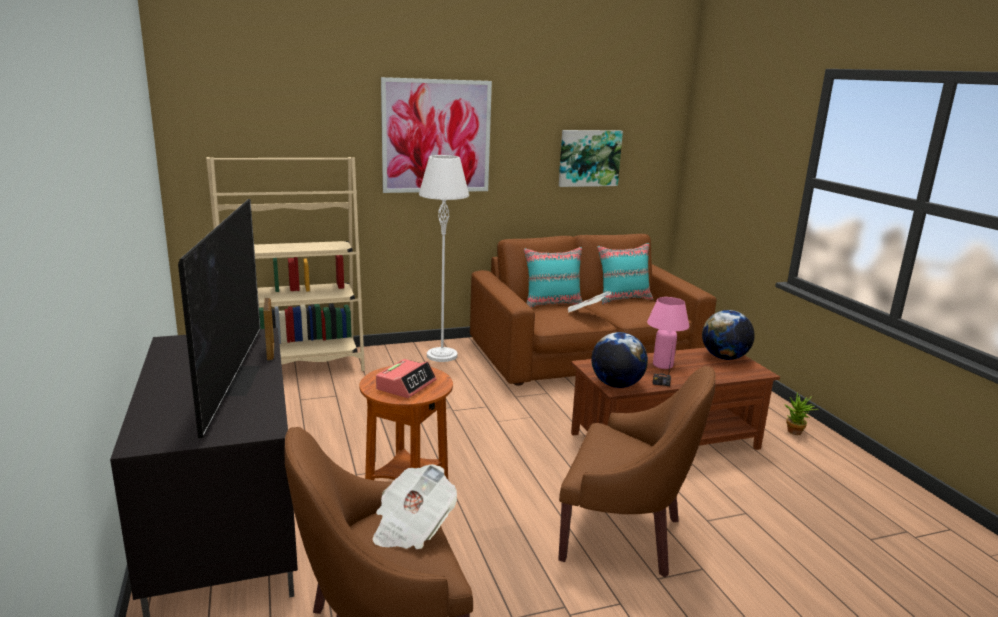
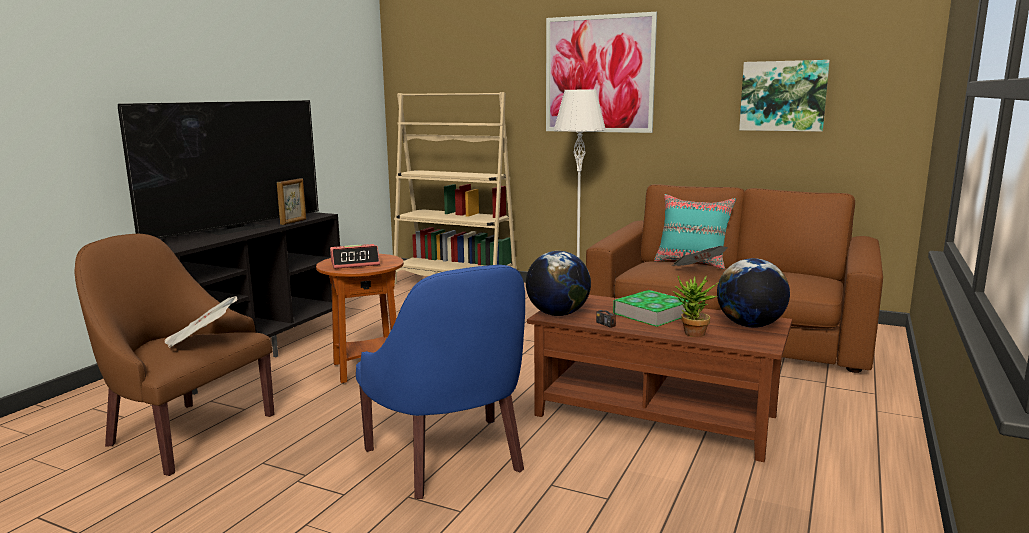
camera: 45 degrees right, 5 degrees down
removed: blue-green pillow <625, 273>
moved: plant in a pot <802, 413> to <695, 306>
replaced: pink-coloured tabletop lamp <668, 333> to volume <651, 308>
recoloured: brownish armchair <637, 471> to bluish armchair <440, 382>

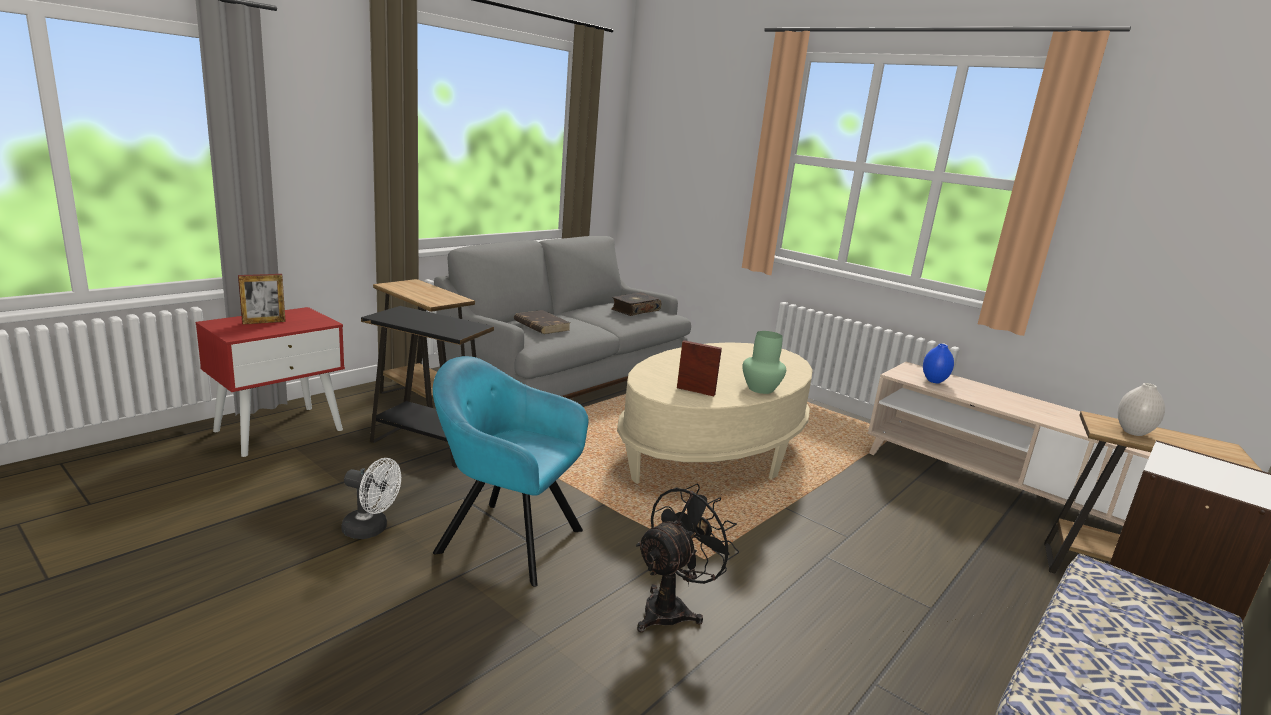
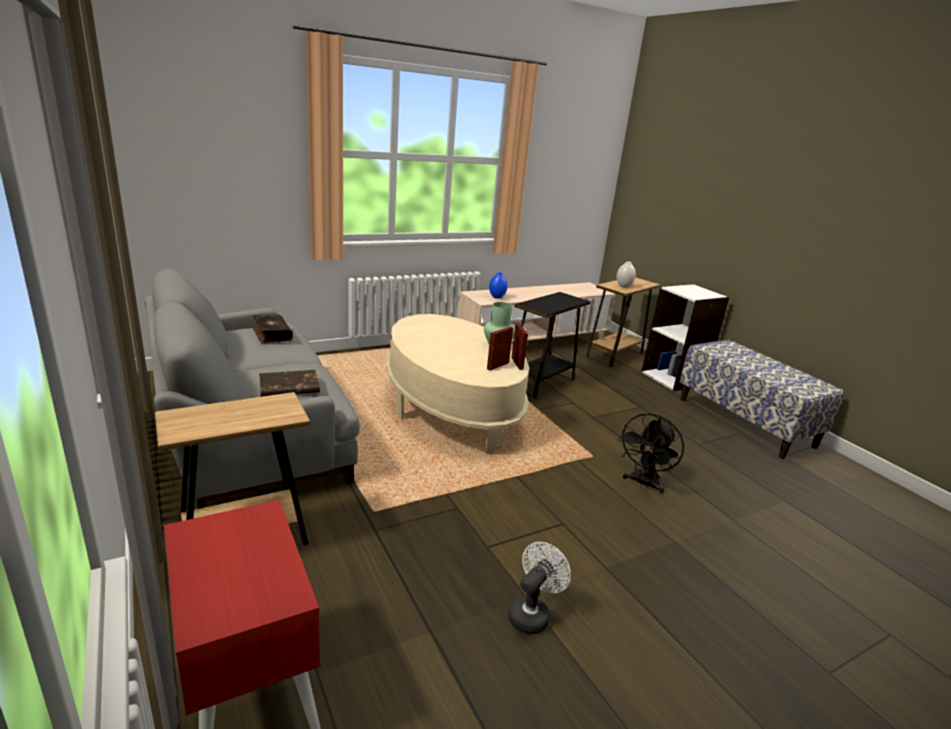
camera: 70 degrees left, 5 degrees up
removed: blue-green armchair <510, 471>
moved: photo frame <262, 299> to <519, 346>; blackish accent table <427, 387> to <553, 345>
turned: blackish electric fan <687, 558> = <651, 453> 120 degrees counterclockwise

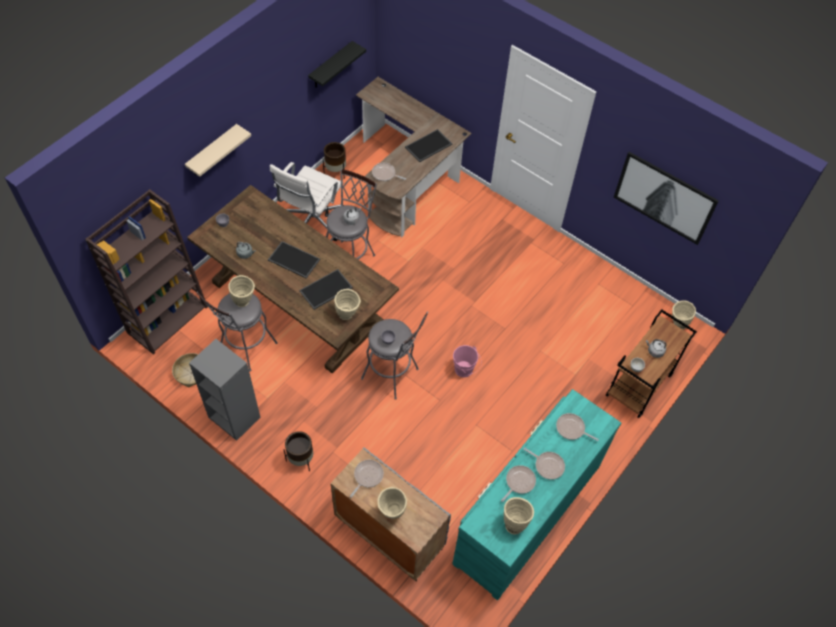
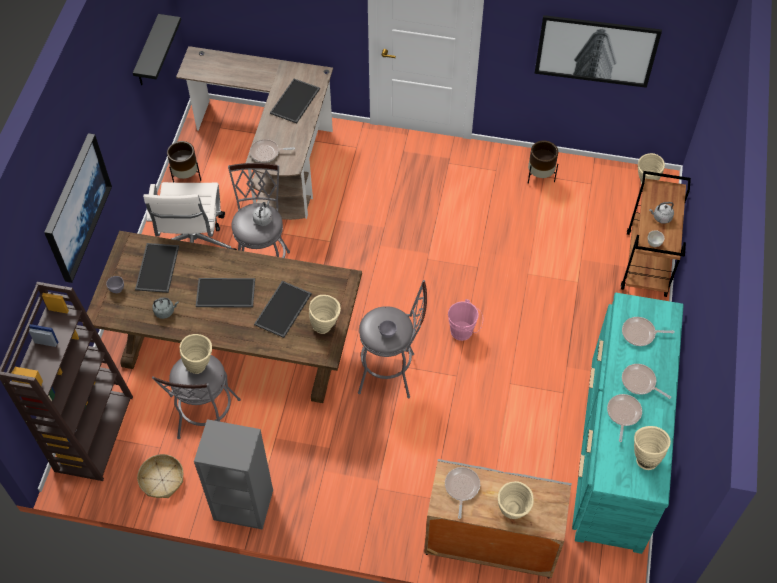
camera: 25 degrees left, 0 degrees up
added: tray <157, 268>
moved: brownish plant pot <298, 451> to <543, 162>
replaced: sand-coloured wall shelf <218, 150> to wall picture <78, 208>
turned: skillet <544, 464> = <646, 381> 150 degrees counterclockwise

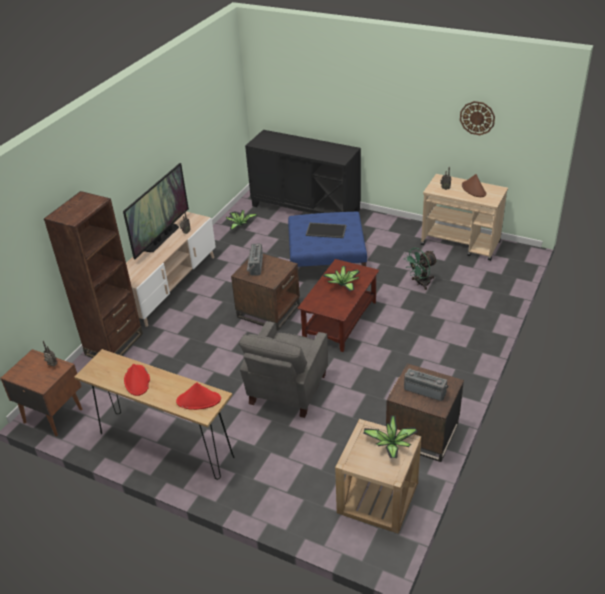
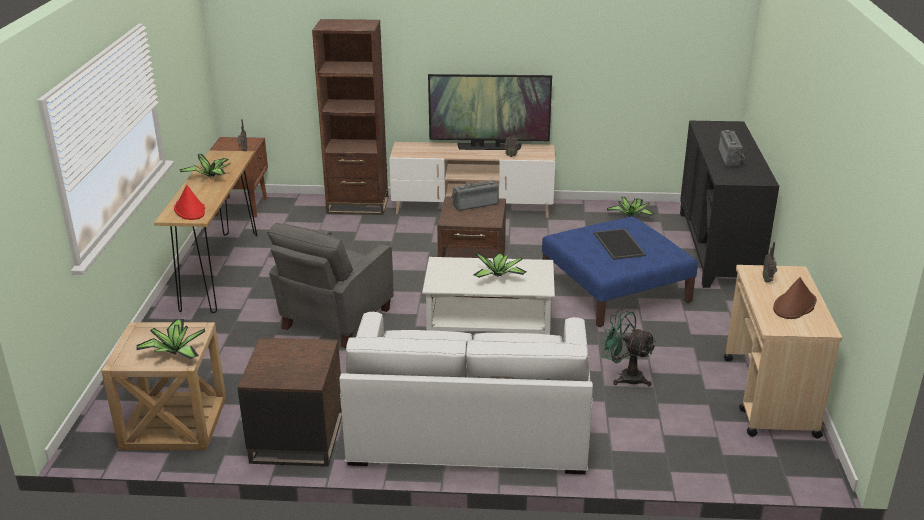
camera: 65 degrees right, 10 degrees down
removed: clock on the wall <477, 118>
added: white-coloured settee <466, 393>
moved: radio receiver <426, 385> to <732, 148>
replaced: red clothing hat <137, 380> to plant in a pot <205, 165>
recoloured: brownish low table <338, 305> to white-coloured low table <488, 296>
turned: greyish armchair <283, 369> = <330, 285> 60 degrees counterclockwise

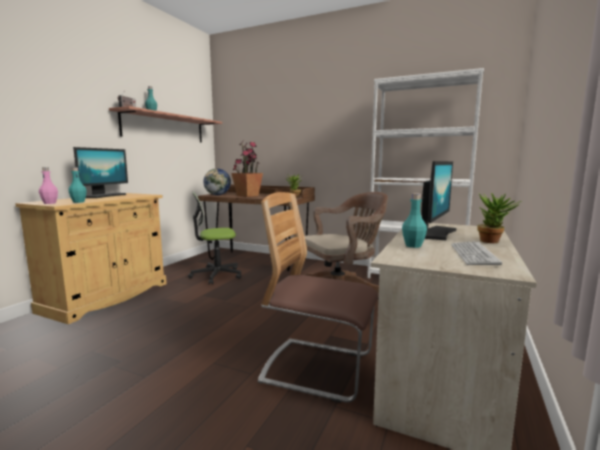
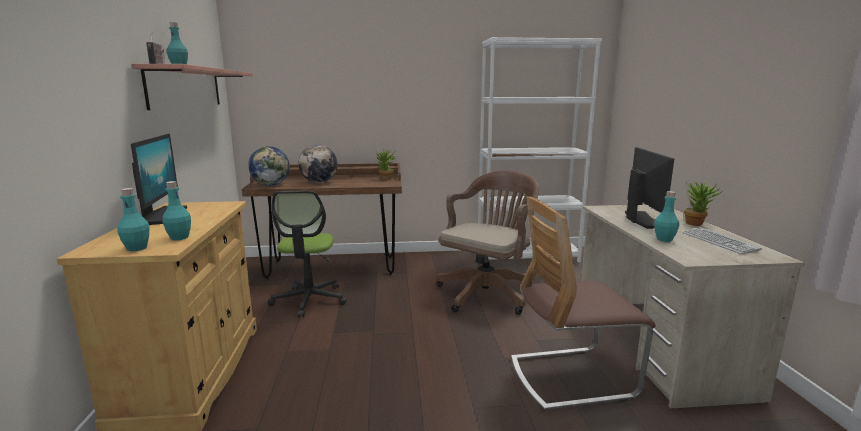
camera: 30 degrees left, 5 degrees up
replaced: plant in a pot <247, 168> to desk globe <318, 164>
recoloured: pink-coloured beverage bottle <48, 185> to blue-green beverage bottle <133, 219>
turned: computer chair <214, 238> = <307, 254> 45 degrees counterclockwise

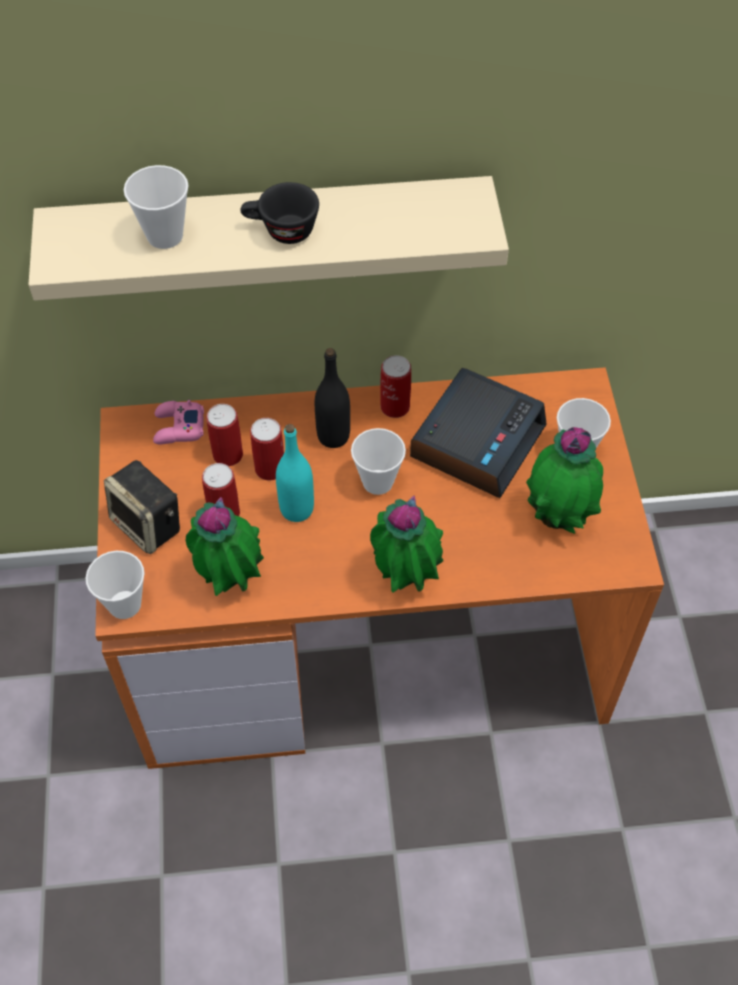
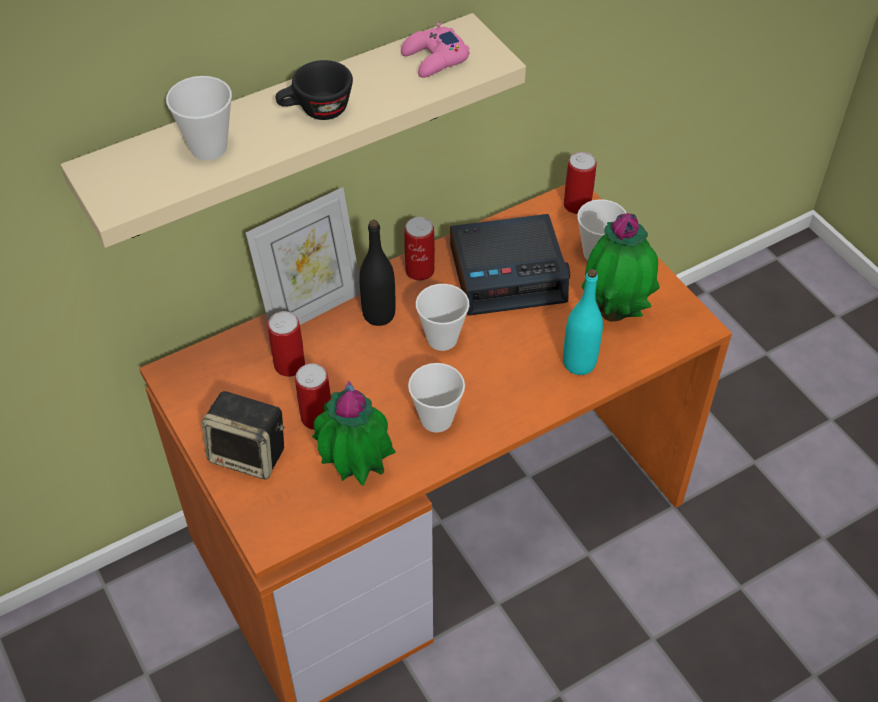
camera: 25 degrees left, 5 degrees down
removed: plant in a pot <406, 544>
added: photo frame <303, 256>
moved: small cup <115, 585> to <436, 398>; pink-coloured game controller <178, 422> to <435, 50>; metal can <267, 449> to <580, 183>; blue-green beverage bottle <295, 473> to <583, 322>
turned: bedside clock <478, 433> = <510, 264> 75 degrees clockwise

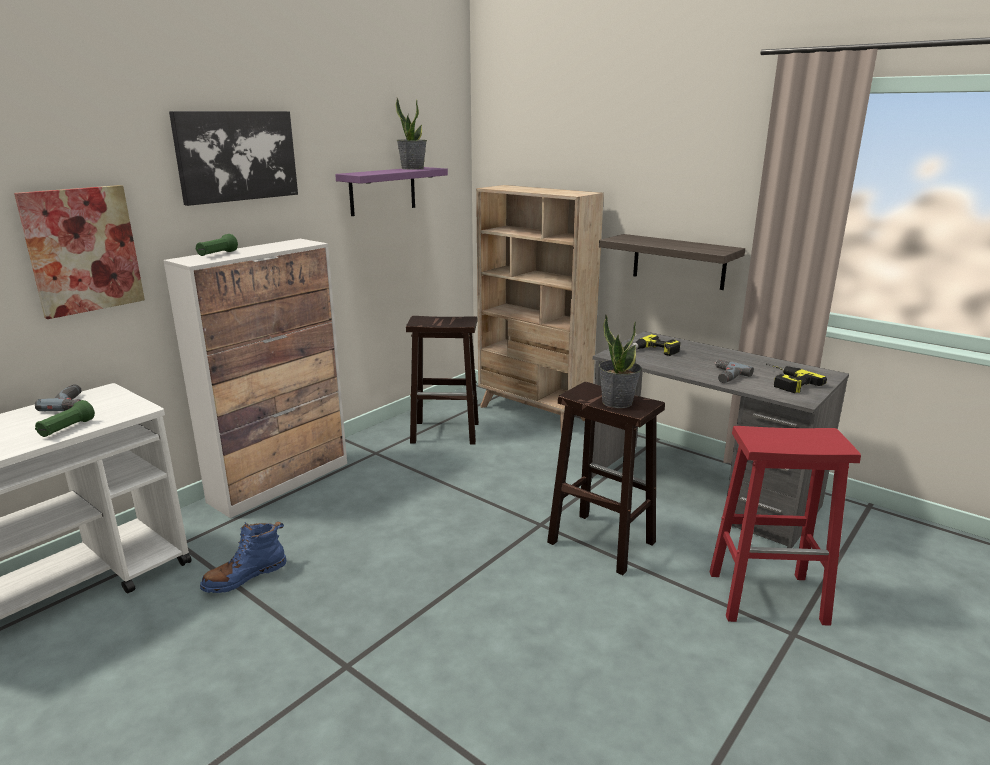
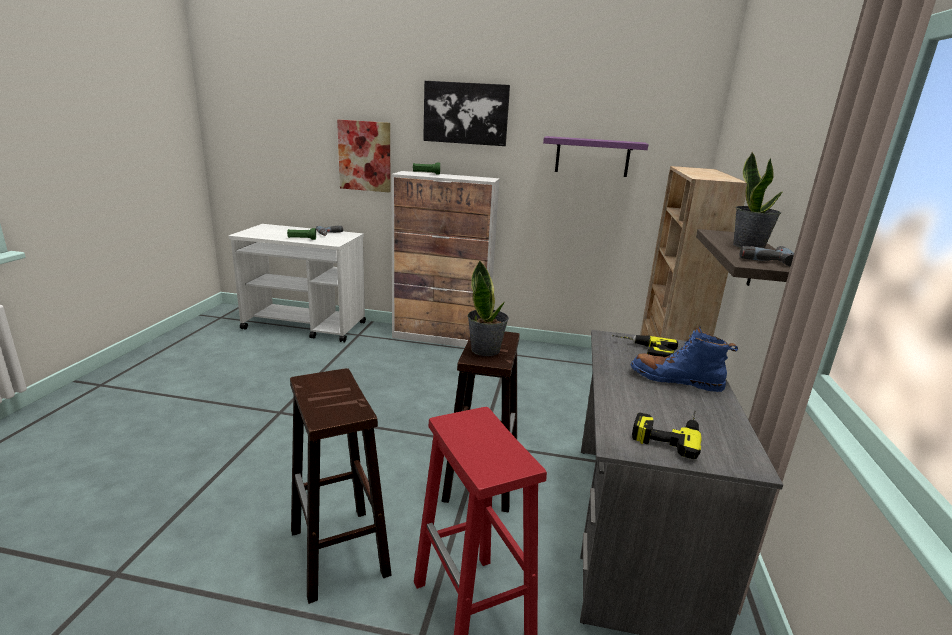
camera: 60 degrees right, 0 degrees up
moved: bluish tall boot <243, 557> to <684, 359>; plant in a pot <411, 134> to <757, 200>; brownish sitting stool <442, 380> to <341, 486>; power drill <734, 371> to <767, 256>

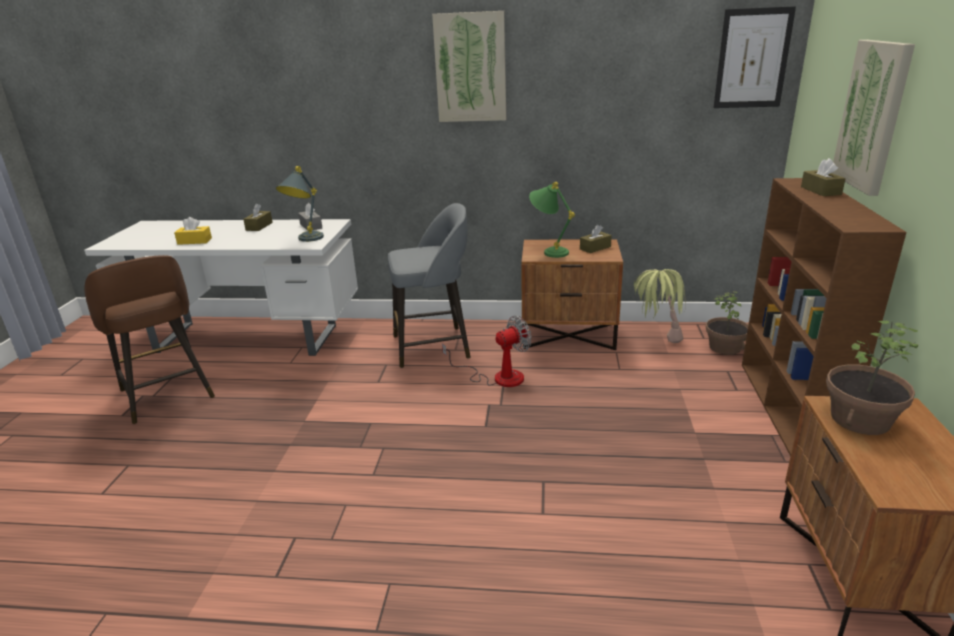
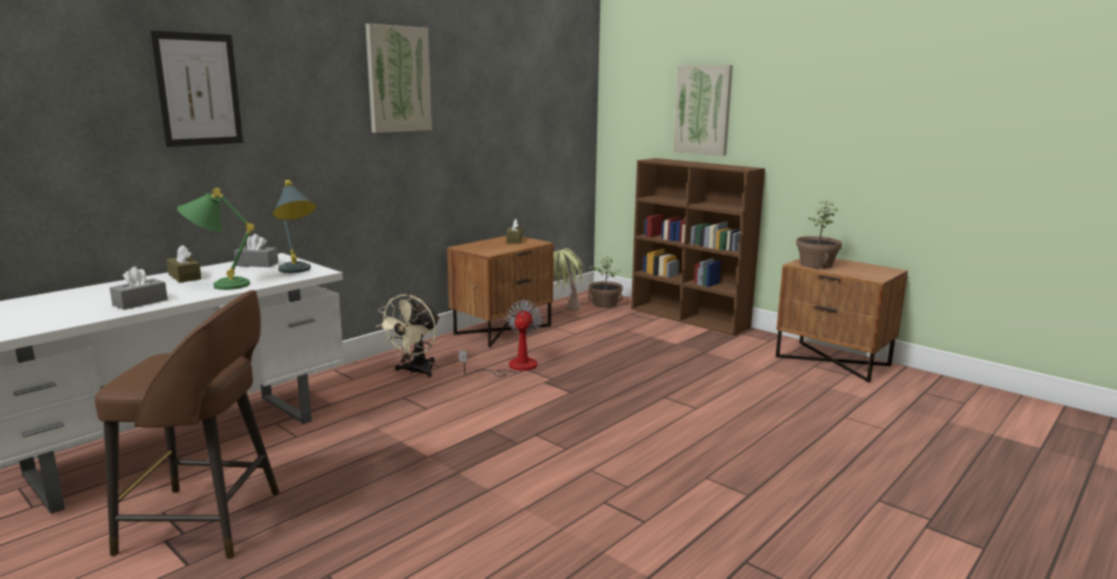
camera: 55 degrees left, 10 degrees down
removed: brownish tissue holder <823, 177>
moved: green tabletop lamp <552, 220> to <216, 239>; wall picture <754, 57> to <196, 88>
replaced: greyish sitting stool <429, 285> to sand-coloured electric fan <408, 335>
recoloured: yellowish tissue holder <193, 231> to greyish tissue holder <139, 288>

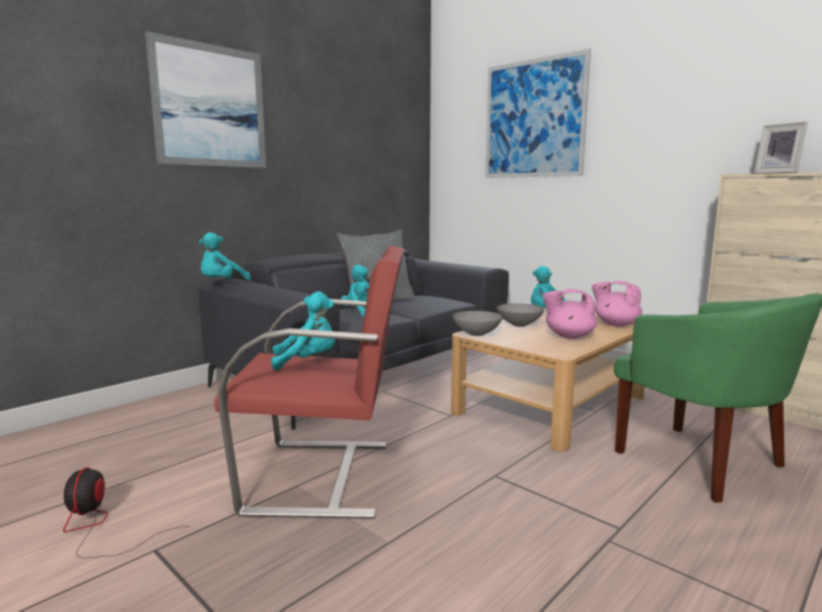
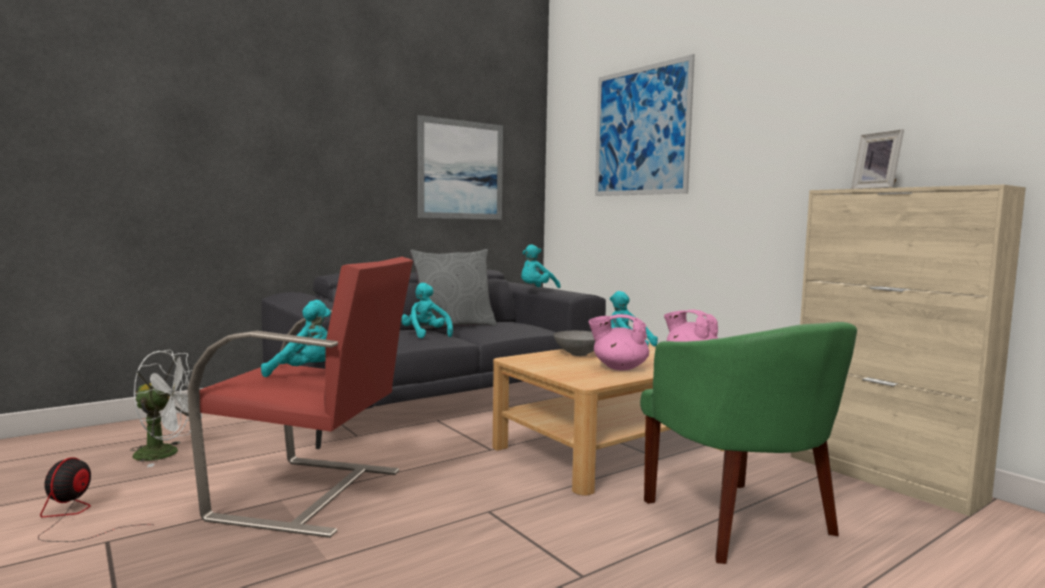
camera: 10 degrees right, 5 degrees down
removed: greyish serving bowl <478, 323>
added: white-coloured electric fan <166, 408>
moved: wall picture <205, 99> to <460, 167>; blue-green cuddly toy <225, 256> to <541, 266>

